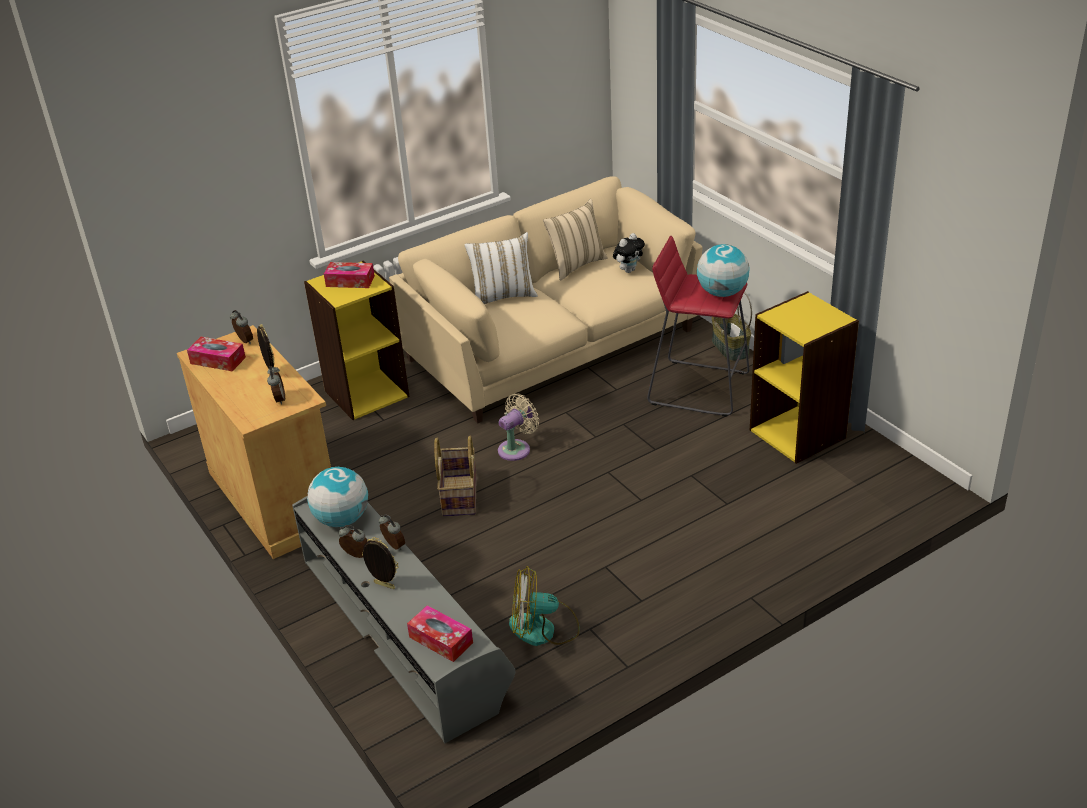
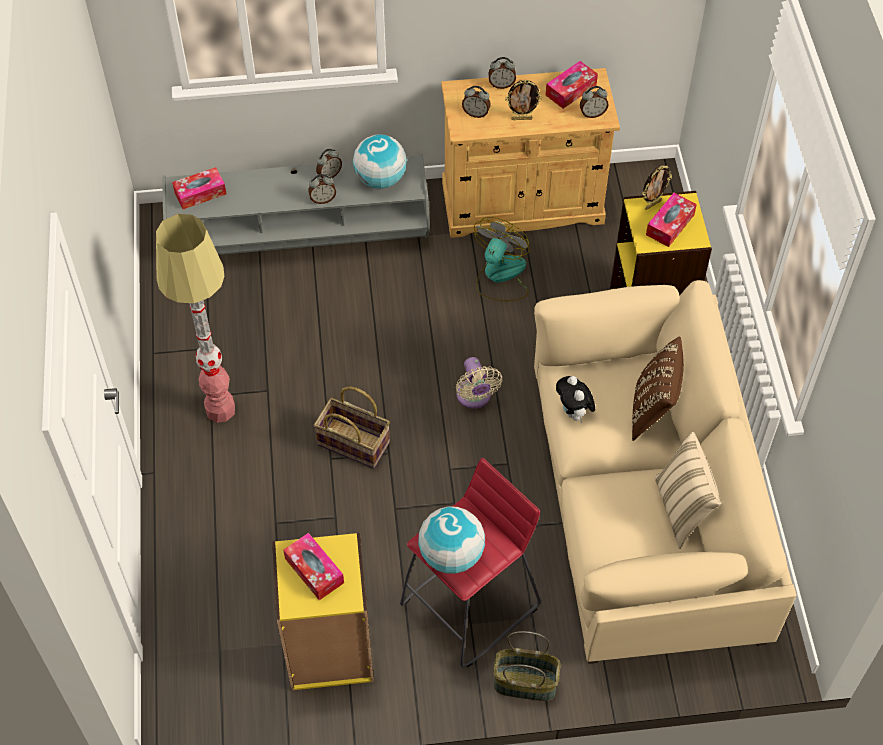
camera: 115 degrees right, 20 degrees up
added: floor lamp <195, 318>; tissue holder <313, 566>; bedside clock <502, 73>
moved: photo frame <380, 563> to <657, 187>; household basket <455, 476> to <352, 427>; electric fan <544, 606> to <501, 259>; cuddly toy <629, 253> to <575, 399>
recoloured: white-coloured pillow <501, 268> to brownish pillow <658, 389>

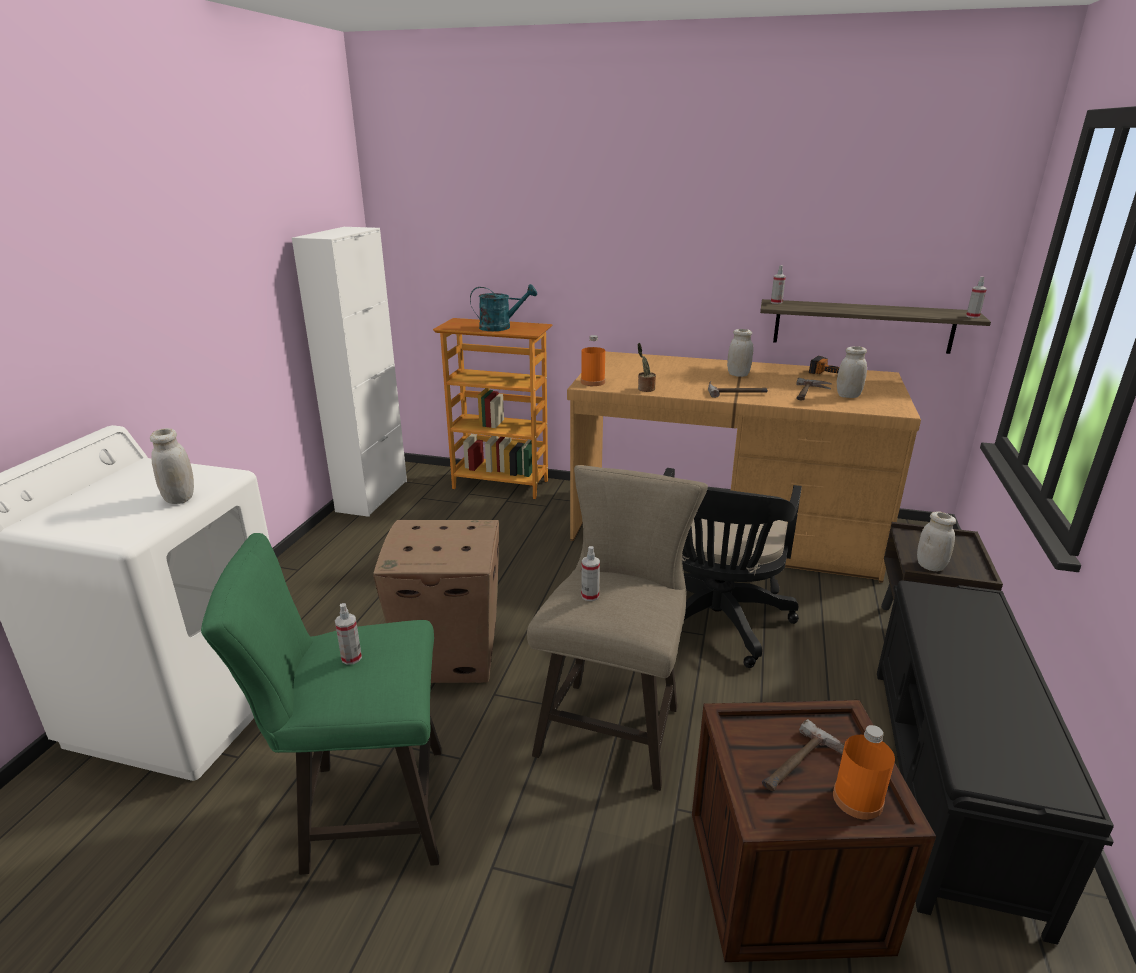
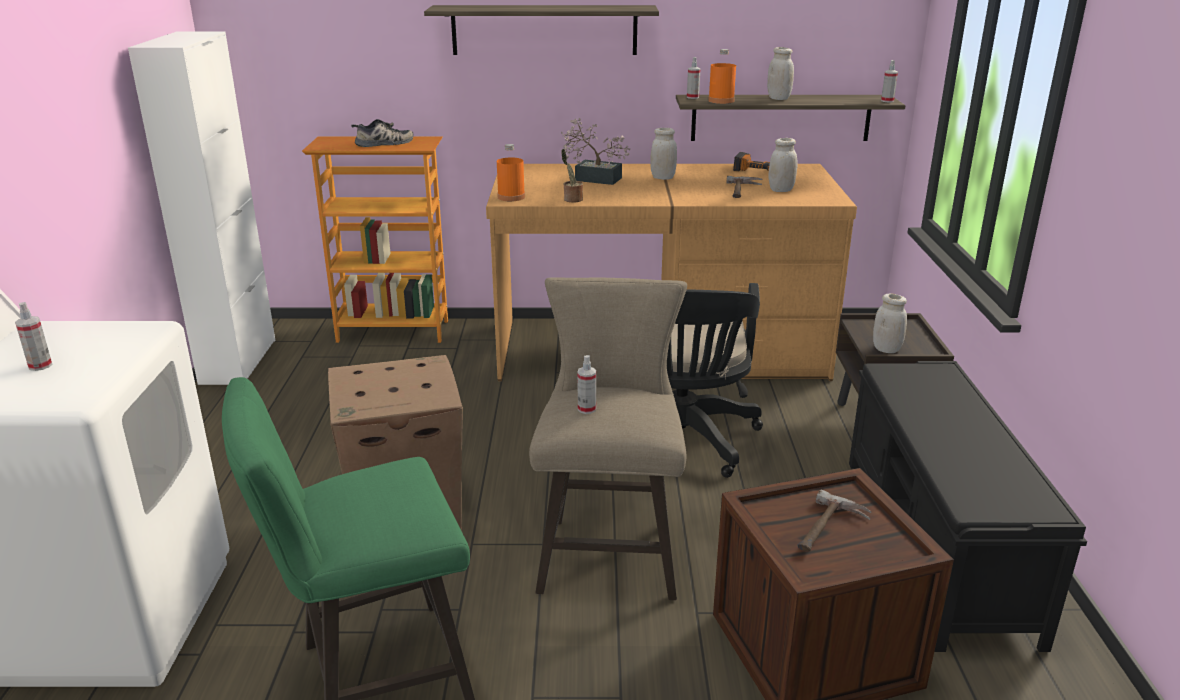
camera: 15 degrees left, 0 degrees up
removed: tool hammer <738, 389>
added: wall shelf <541, 30>; plant in a pot <595, 151>
moved: white-coloured jar <172, 466> to <780, 73>; spray bottle <348, 634> to <33, 336>; orange-coloured beverage bottle <864, 772> to <722, 76>
replaced: blue-green sprinkling can <503, 307> to shoe <382, 133>

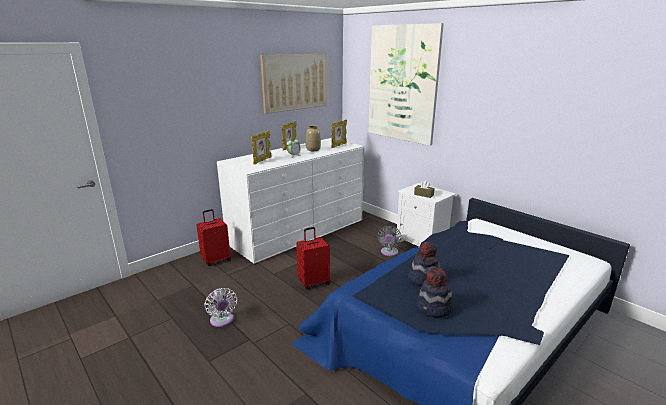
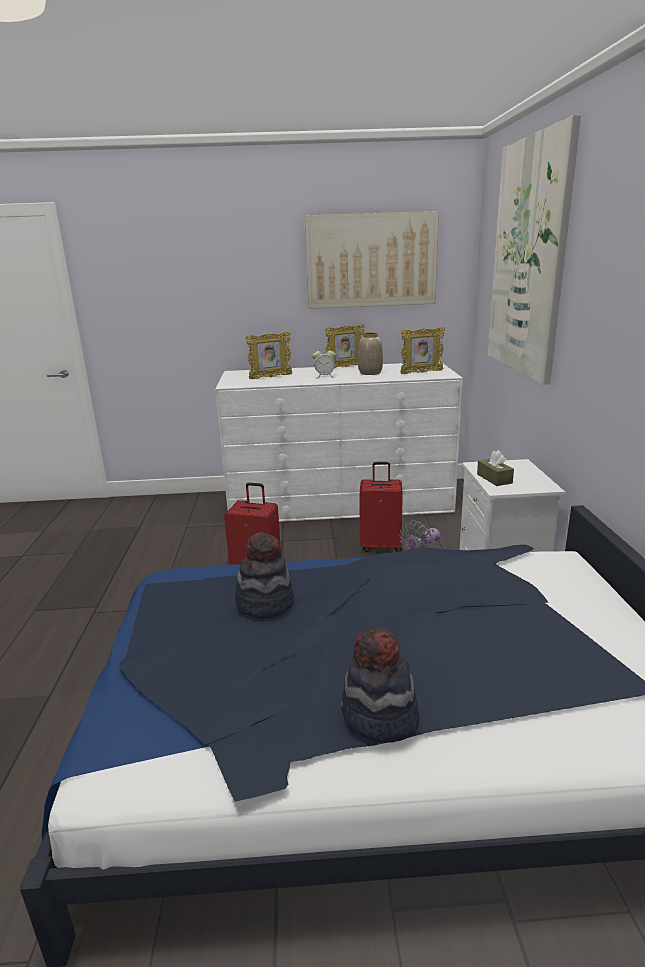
camera: 40 degrees right, 0 degrees up
removed: white-coloured electric fan <221, 307>
moved: red suitcase <213, 237> to <381, 507>; clothing hat <435, 292> to <380, 684>

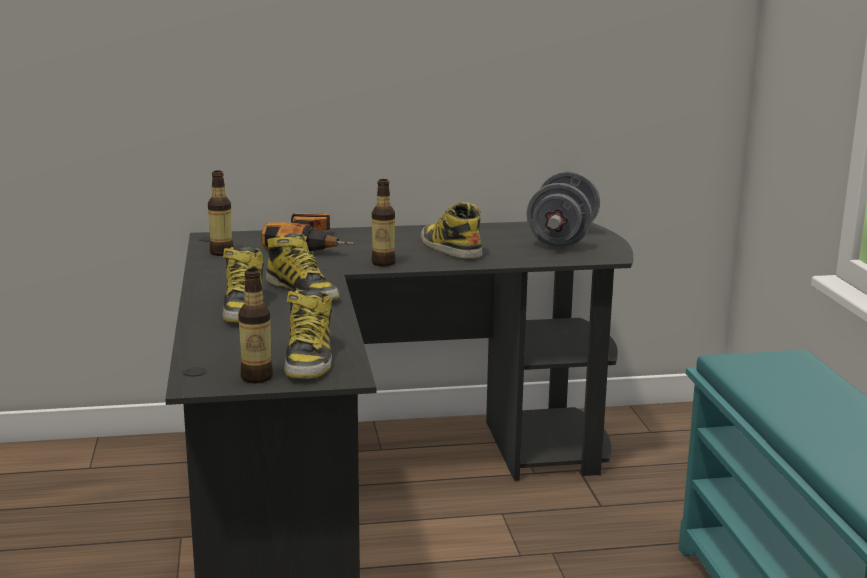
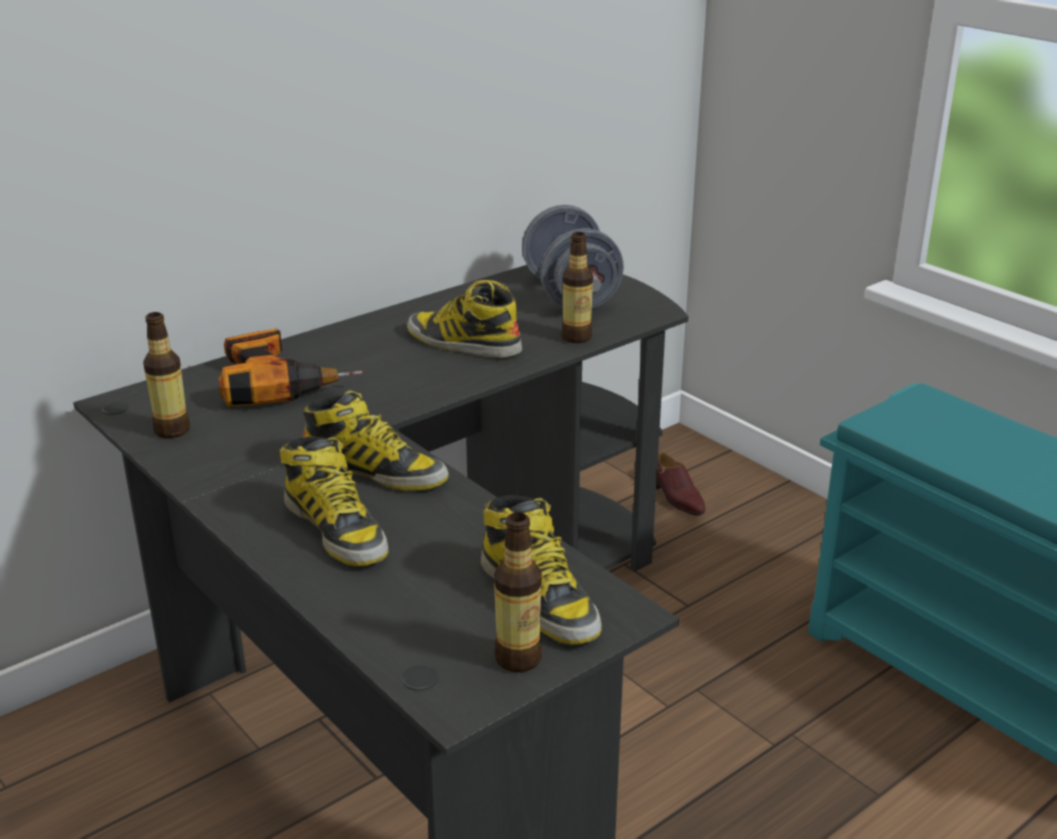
camera: 30 degrees left, 10 degrees up
added: brownish shoe <680, 484>
moved: beverage bottle <384, 223> to <577, 287>

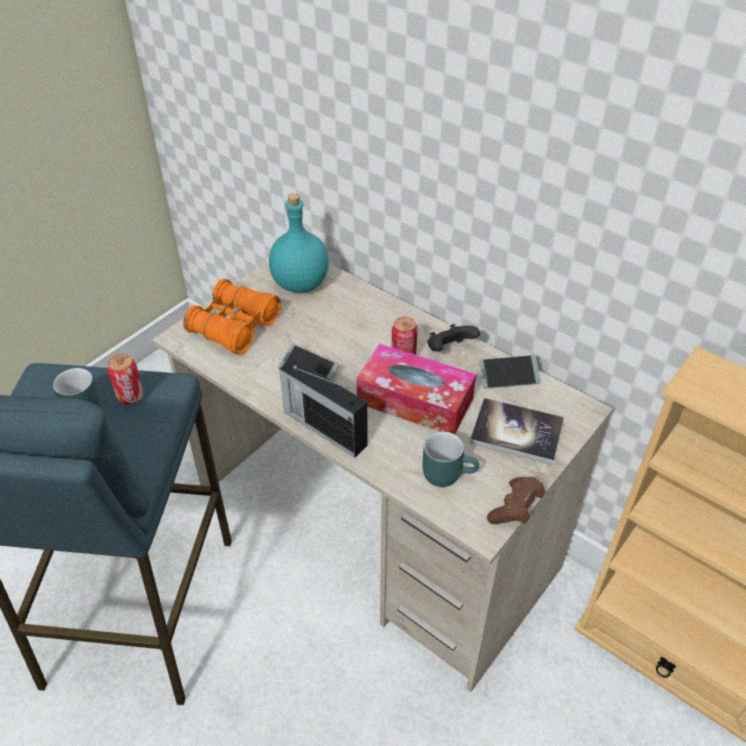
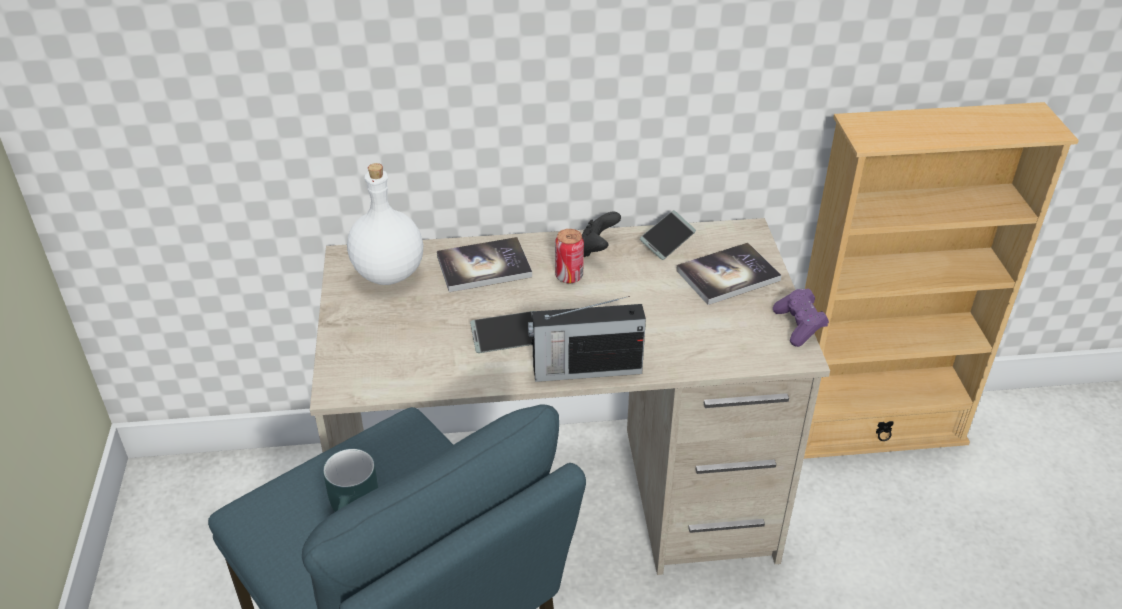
camera: 45 degrees left, 5 degrees down
removed: metal can <126, 379>; orange-coloured binoculars <232, 317>; tissue holder <416, 389>; blue-green coffee mug <450, 459>
added: volume <484, 264>
recoloured: blue-green beverage bottle <299, 243> to white-coloured beverage bottle <385, 224>; brownish game controller <516, 500> to purple game controller <801, 318>

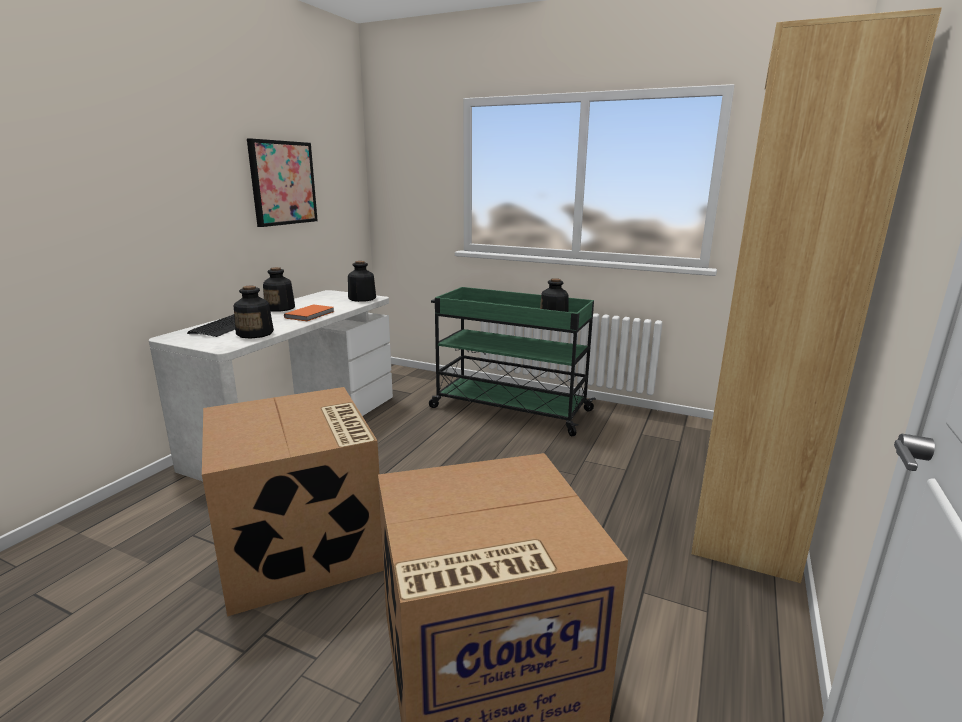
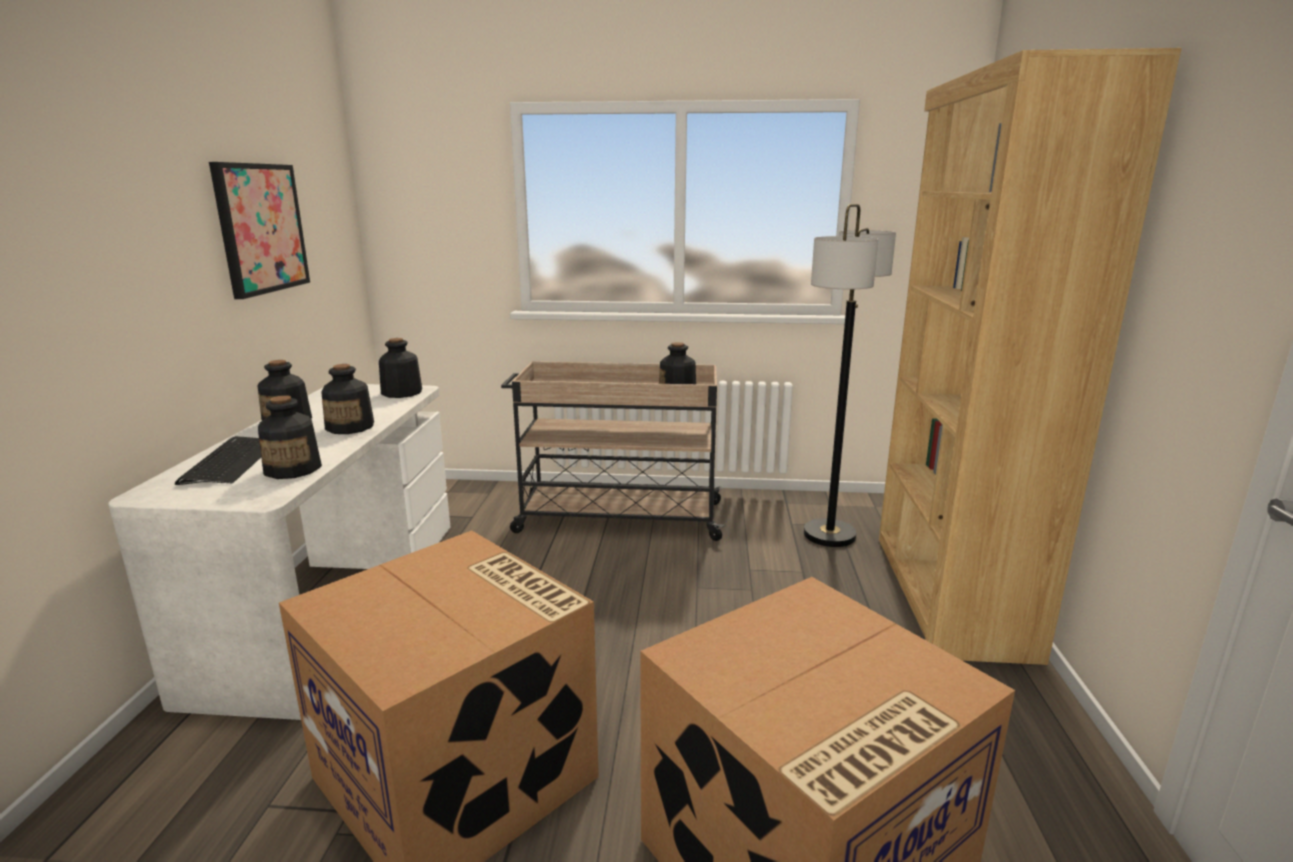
camera: 20 degrees left, 0 degrees up
added: floor lamp <850, 375>
replaced: orange-coloured volume <309, 312> to beverage bottle <347, 399>
recoloured: green wheeled cart <512, 361> to sand-coloured wheeled cart <613, 451>

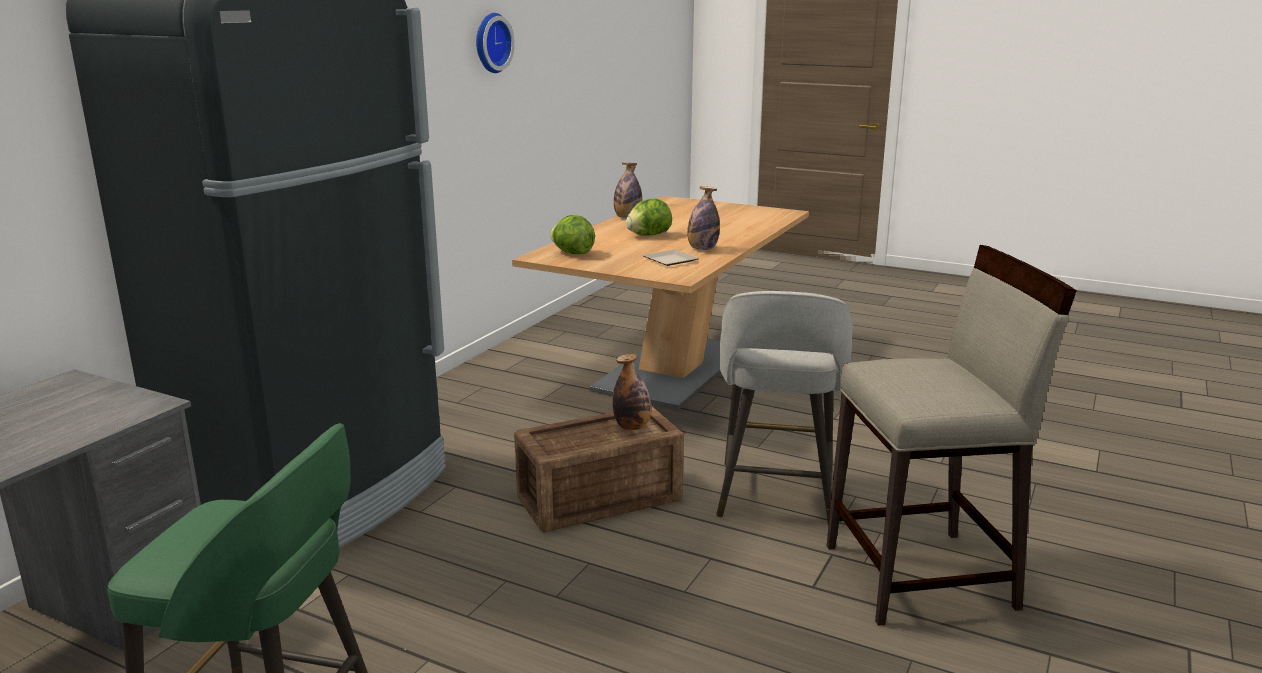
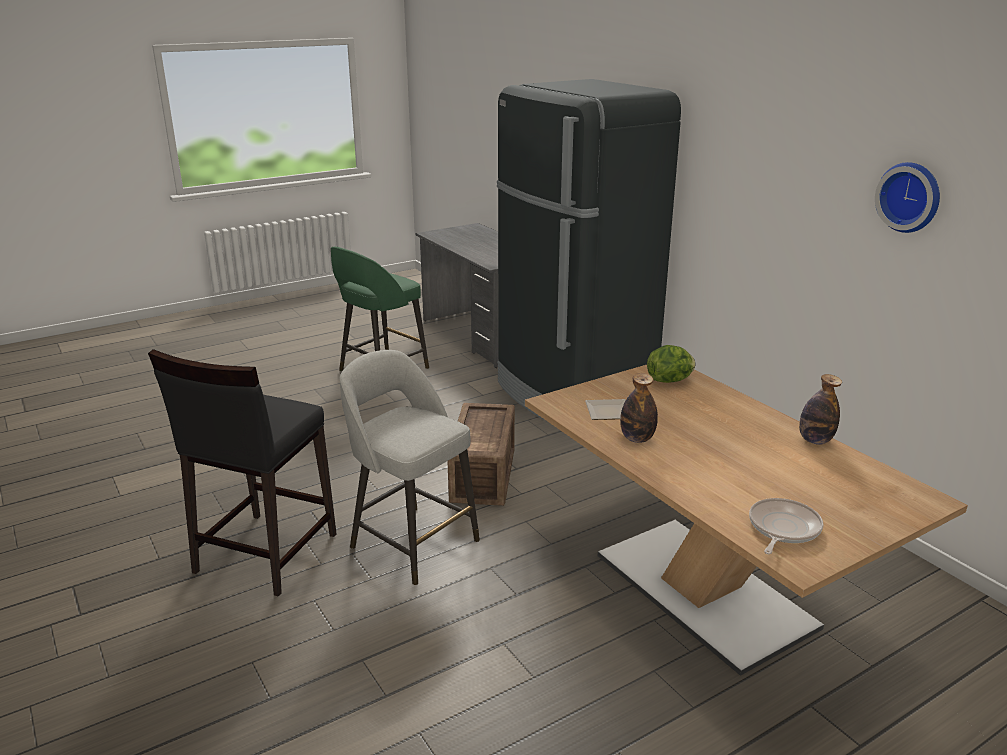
camera: 120 degrees right, 5 degrees up
removed: beverage bottle <632, 392>; lettuce <649, 216>
added: skillet <786, 526>
recoloured: sand-coloured sitting stool <952, 435> to blackish sitting stool <242, 472>

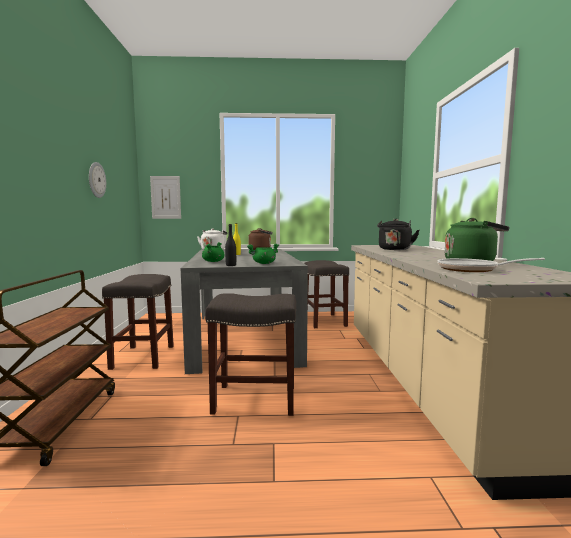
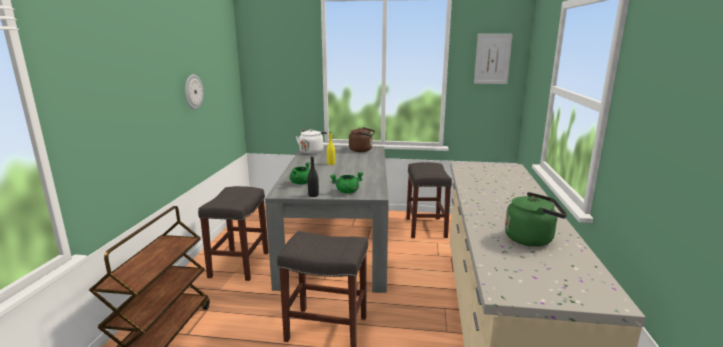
camera: 10 degrees right, 10 degrees up
removed: blackish tea kettle <398, 234>; skillet <491, 265>
moved: wall picture <165, 197> to <493, 59>

